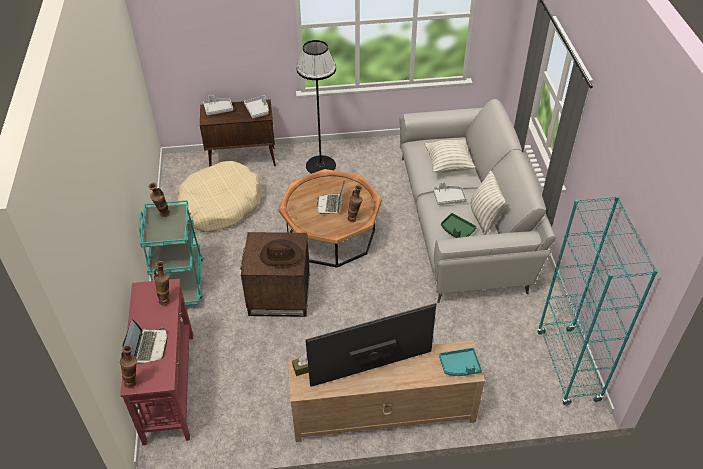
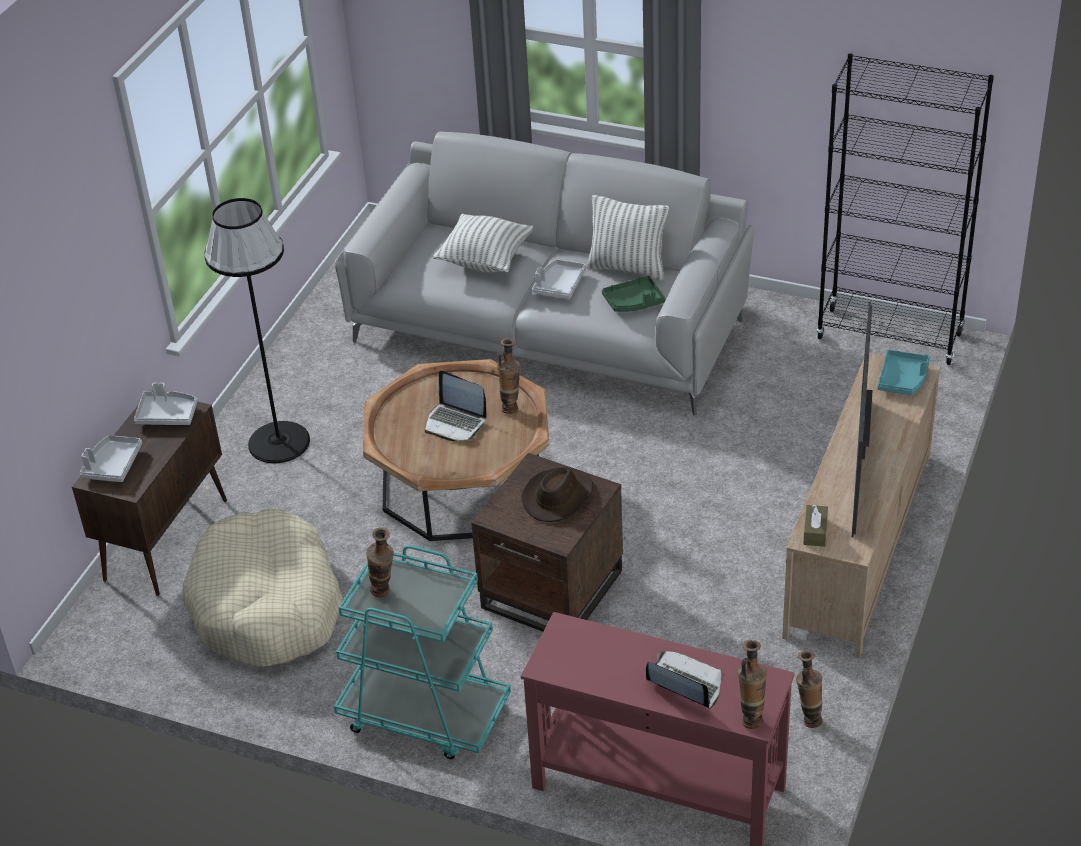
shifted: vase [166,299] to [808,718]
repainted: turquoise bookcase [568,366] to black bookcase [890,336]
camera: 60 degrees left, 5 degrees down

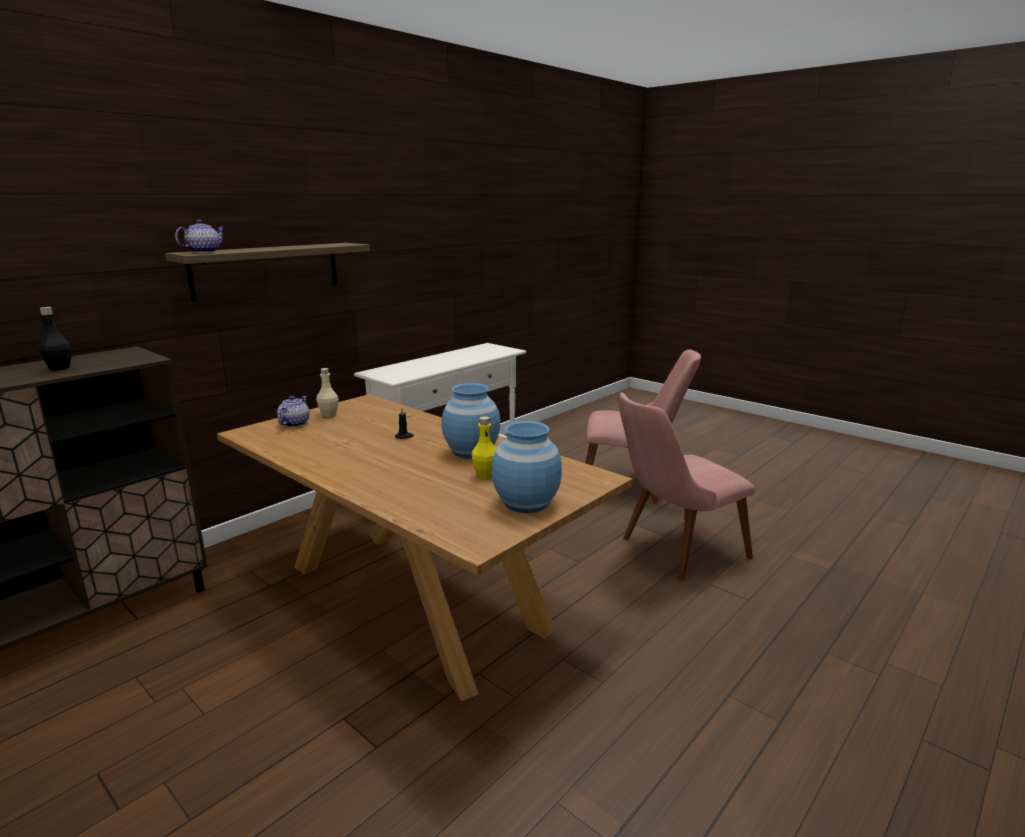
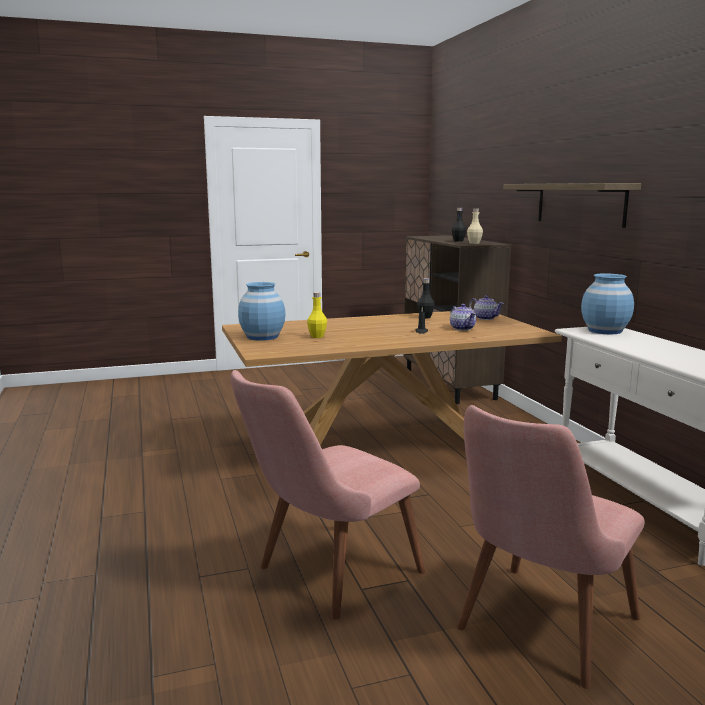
new: black bottle [425,317]
shifted: teapot [203,252] to [462,328]; beige bottle [328,414] to [474,243]; blue vase [471,452] to [604,331]
rotated: pink chair [673,551] = [325,577] 135 degrees counterclockwise
camera: 120 degrees right, 5 degrees down

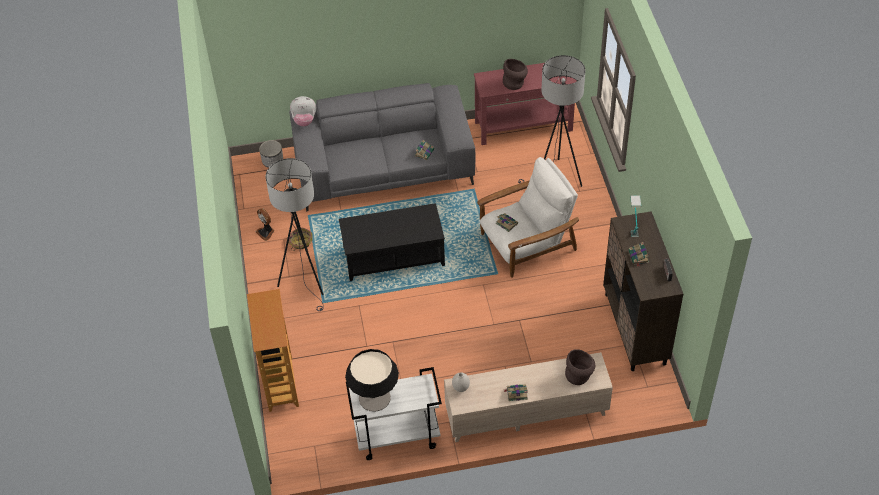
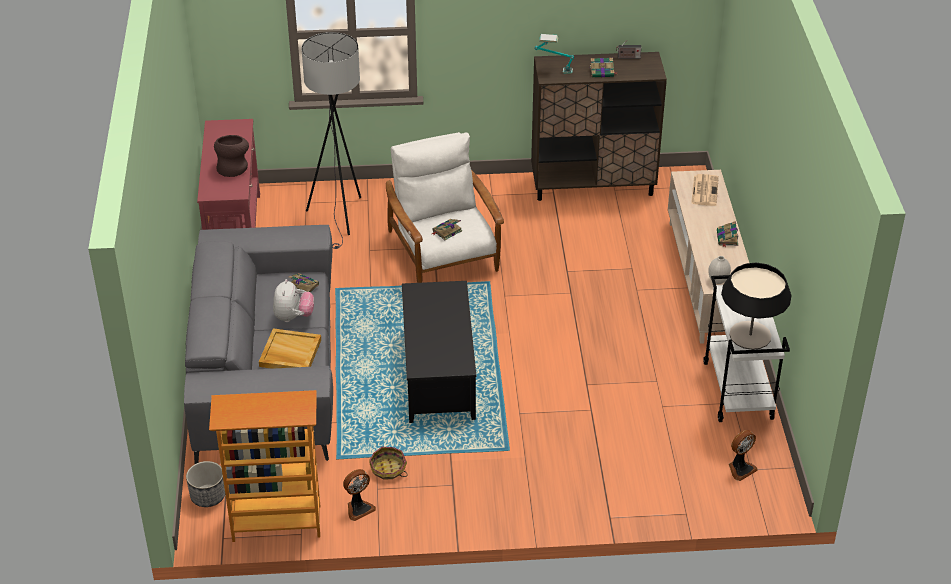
gone: grey floor lamp [306,282]
new: beige tray [289,353]; fan [740,469]
shifted: bookcase [280,384] to [276,524]; plush toy [304,120] to [293,317]
swapped: brown vase [579,376] to newspaper [704,190]
camera: 85 degrees left, 10 degrees down

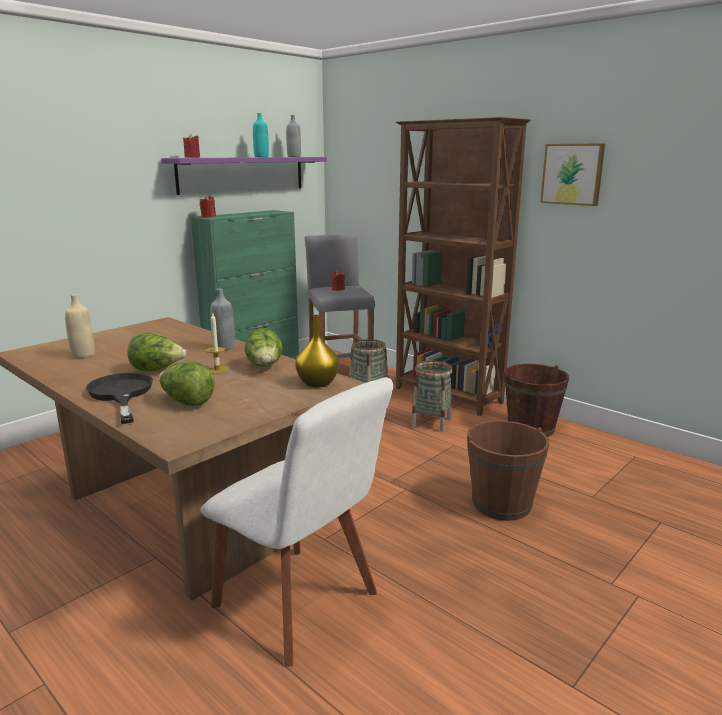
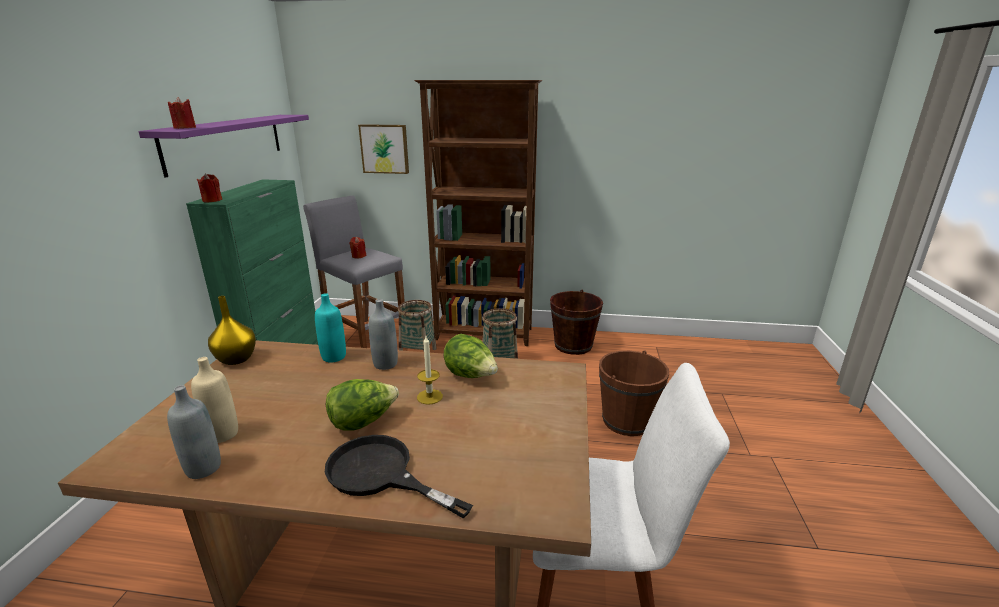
gone: lettuce [187,402]
shifted: turquoise bottle [261,157] to [334,357]; grey bottle [294,156] to [203,468]; yellow vase [318,383] to [237,359]; picture [572,174] to [385,149]
camera: 35 degrees left, 5 degrees up

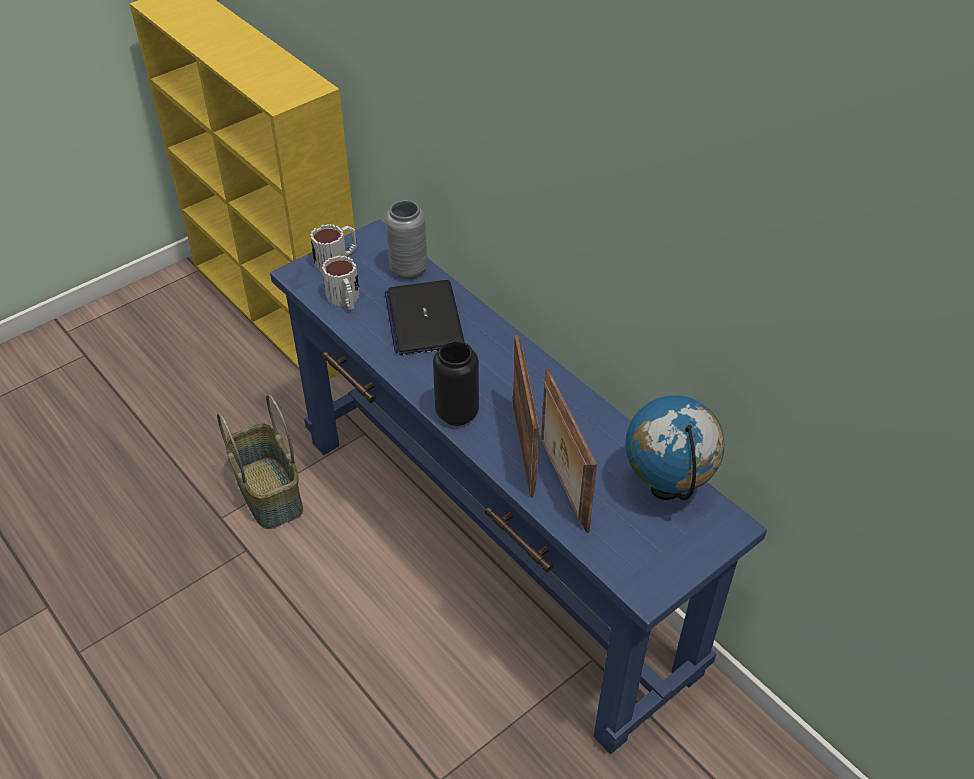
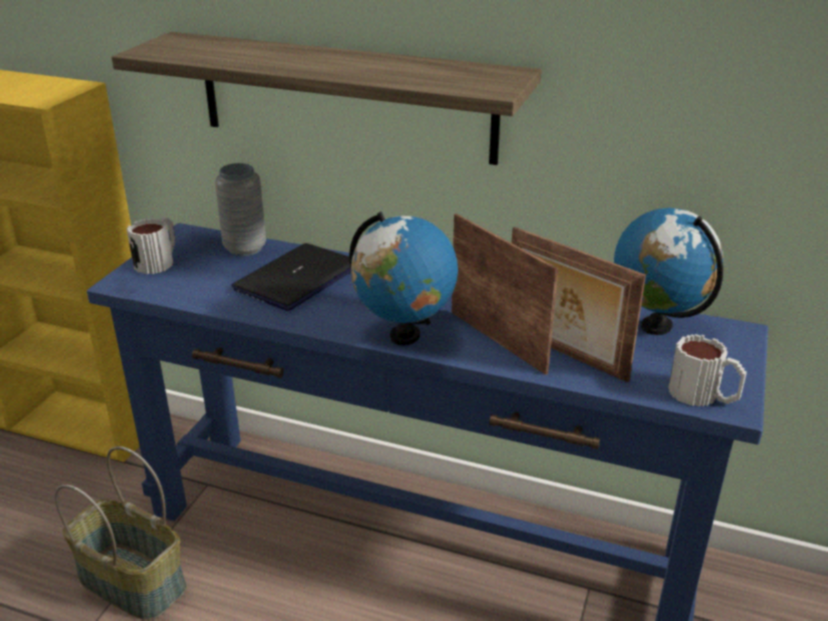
new: shelf [345,97]
shifted: mug [345,300] to [703,396]
swapped: black vase [457,413] to globe [404,336]
rotated: laptop [424,319] = [297,278] 75 degrees clockwise
camera: 30 degrees left, 15 degrees down

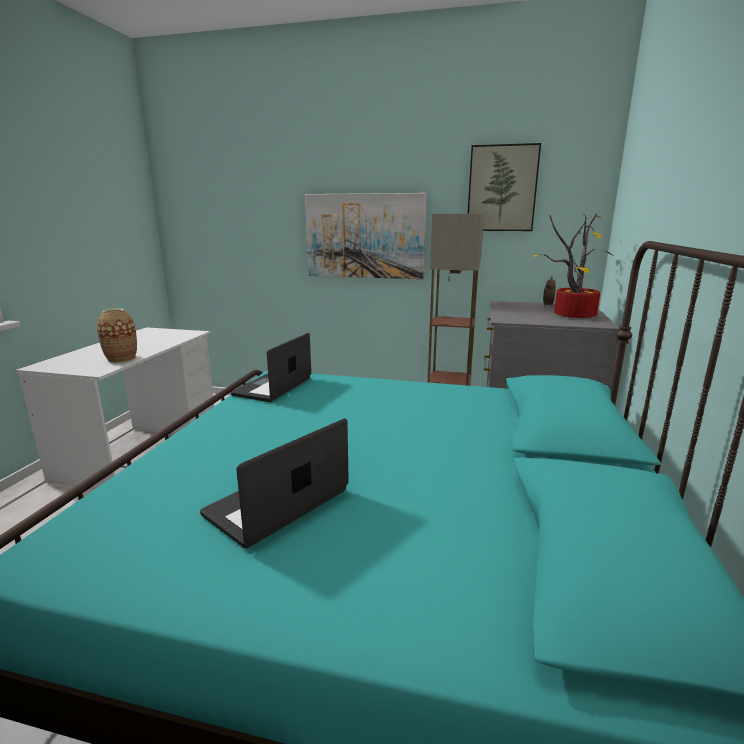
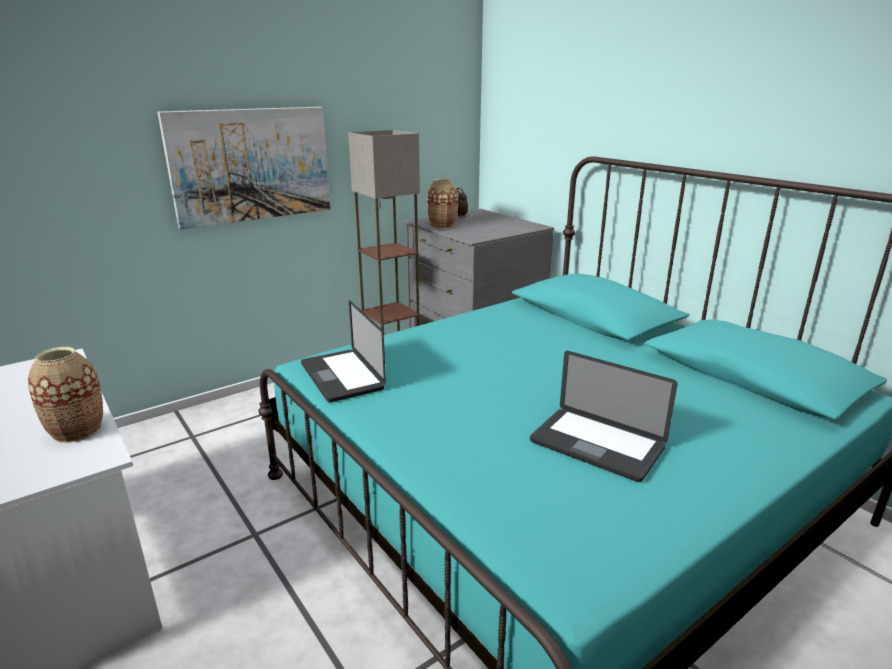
gone: picture [502,189]; potted plant [573,315]
new: vase [442,226]
rotated: laptop [277,503] = [596,445] 45 degrees counterclockwise
camera: 50 degrees left, 5 degrees up

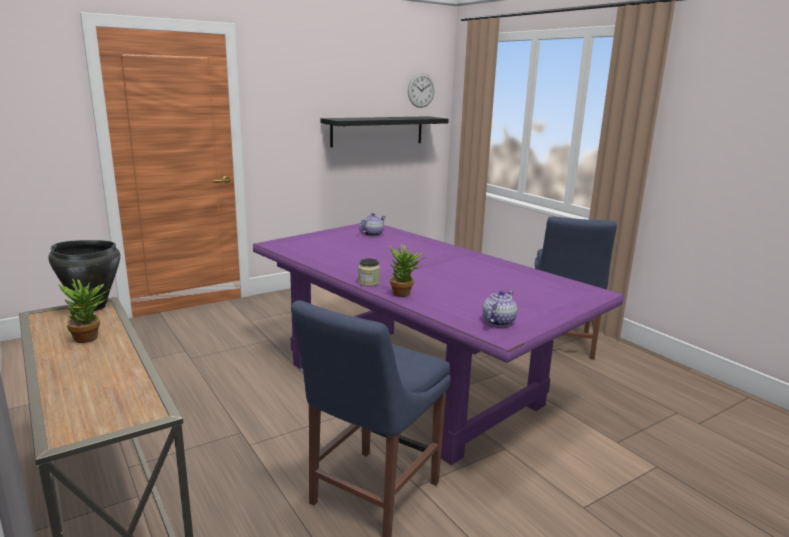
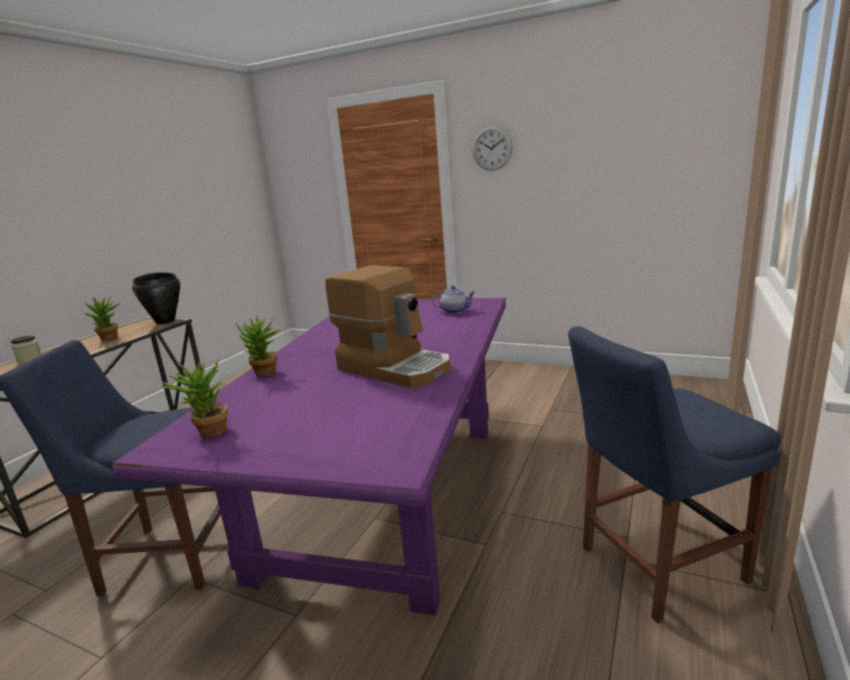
gone: black shelf [377,131]
new: coffee machine [395,367]
shifted: jar [368,282] to [29,359]; wall clock [421,90] to [492,148]
swapped: teapot [498,321] to potted plant [208,434]
camera: 60 degrees right, 0 degrees up

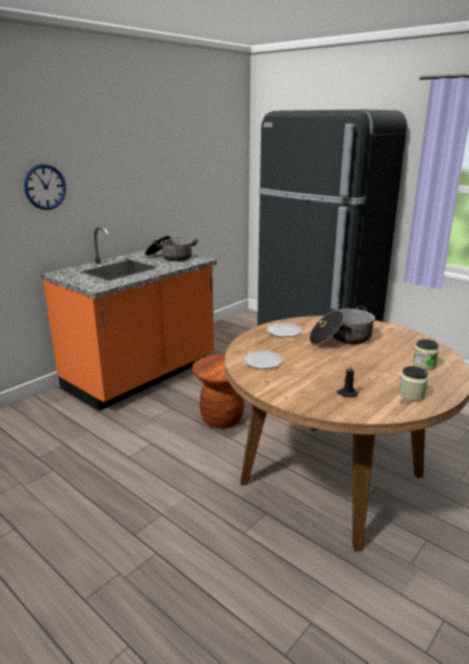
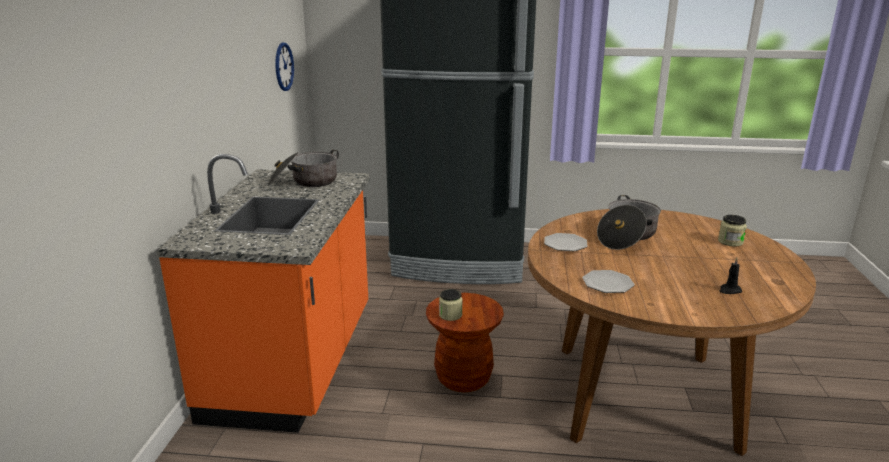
shifted: wall clock [45,187] to [284,66]; jar [411,395] to [450,315]
camera: 35 degrees left, 0 degrees up

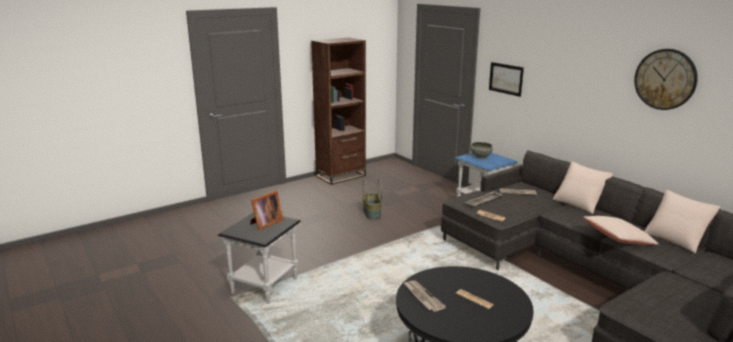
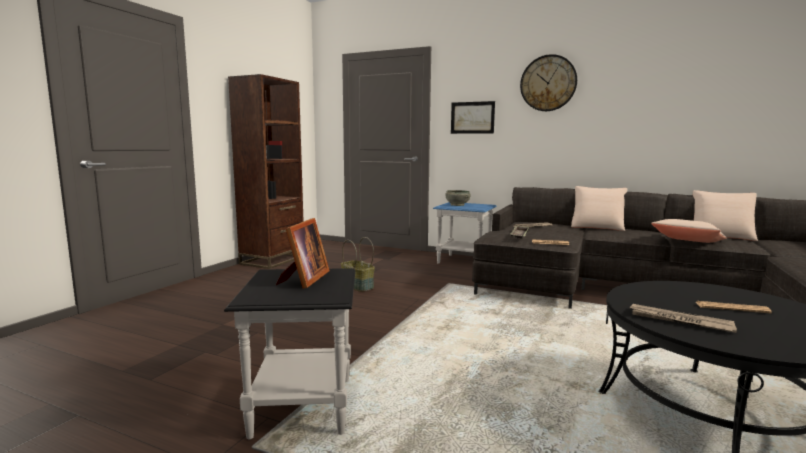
shifted: wall clock [665,79] to [548,83]
camera: 30 degrees left, 10 degrees down

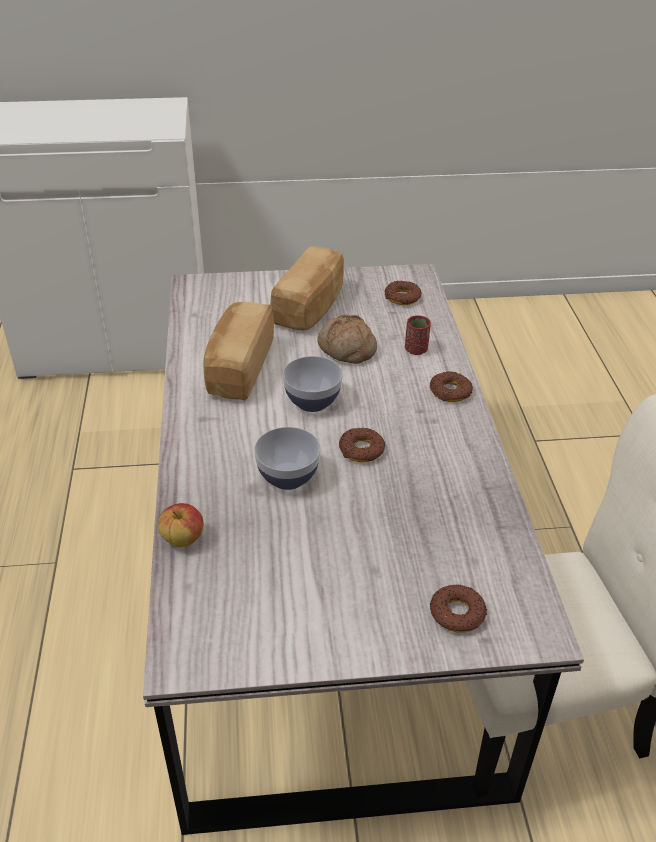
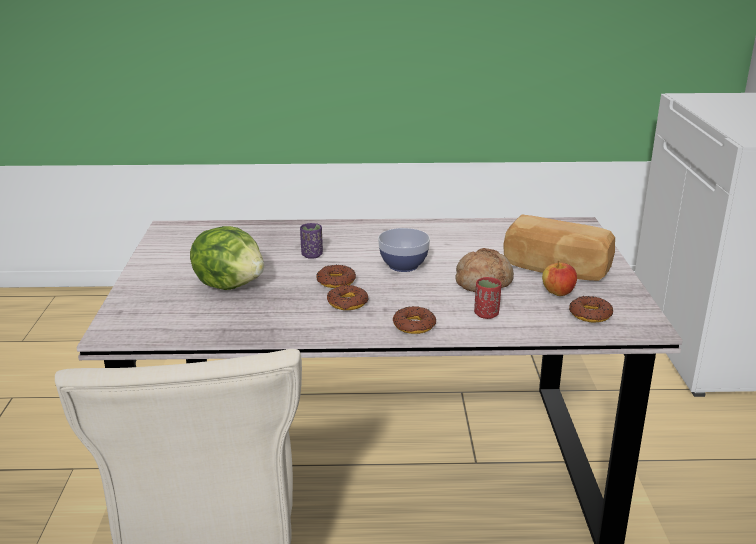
gone: bread [238,368]
new: lettuce [230,284]
shifted: apple [183,539] to [558,293]; donut [457,613] to [347,303]
swapped: bowl [287,477] to purple cup [312,255]
camera: 95 degrees right, 15 degrees down

